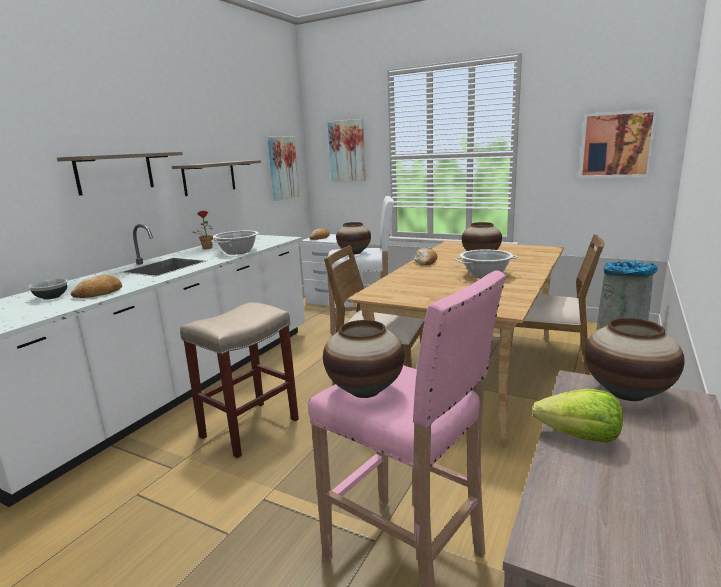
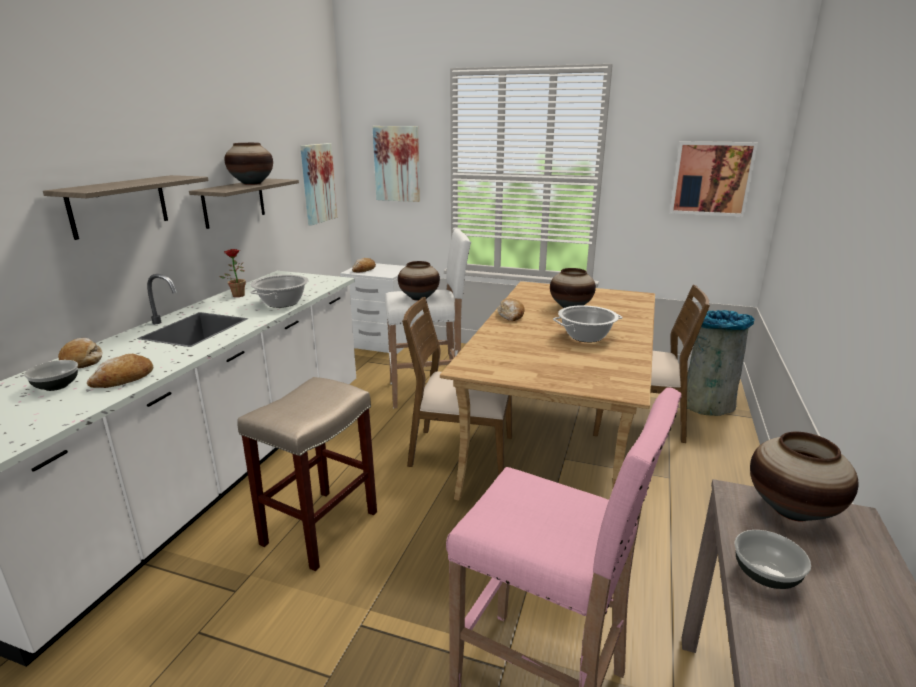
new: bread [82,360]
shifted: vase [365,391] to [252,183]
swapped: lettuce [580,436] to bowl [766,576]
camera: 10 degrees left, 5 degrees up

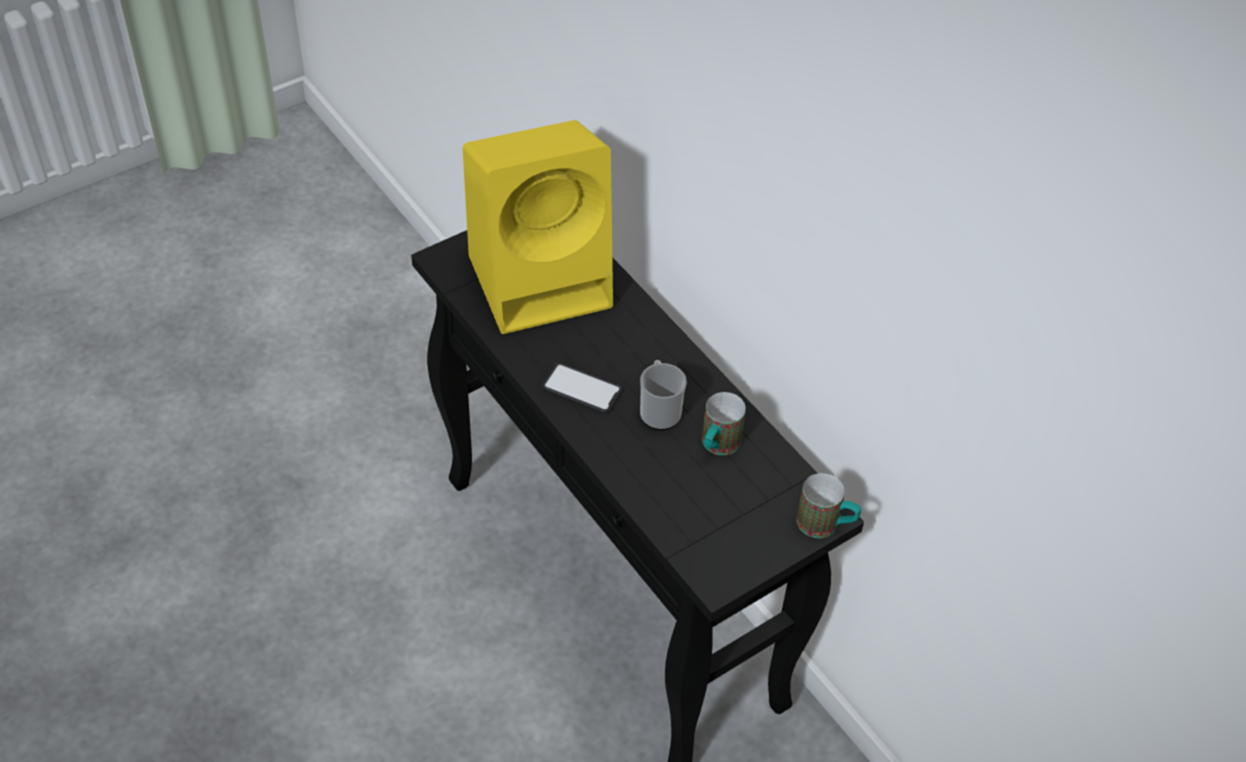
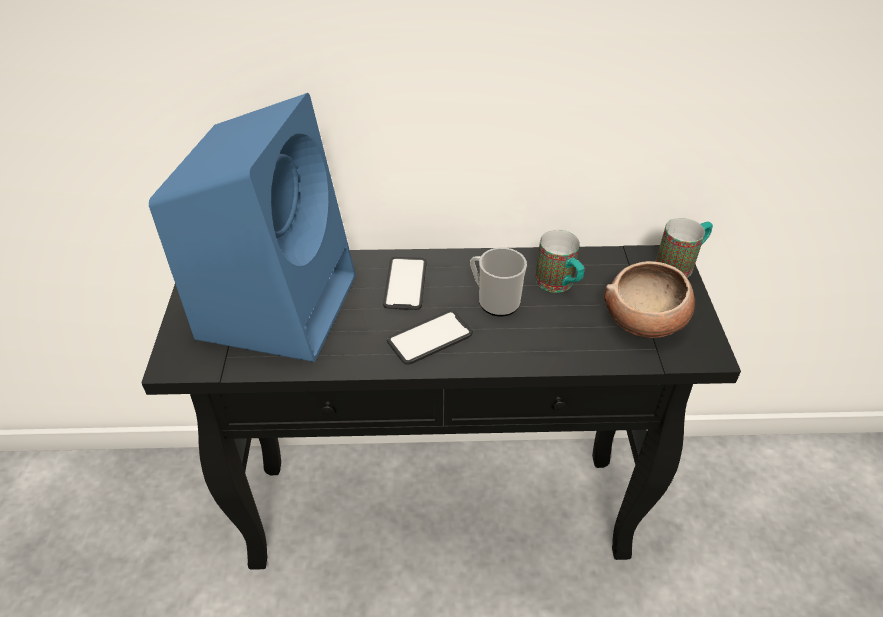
new: phone [405,284]; bowl [645,320]
repainted: yellow speaker [543,279] to blue speaker [279,303]
camera: 55 degrees left, 5 degrees down

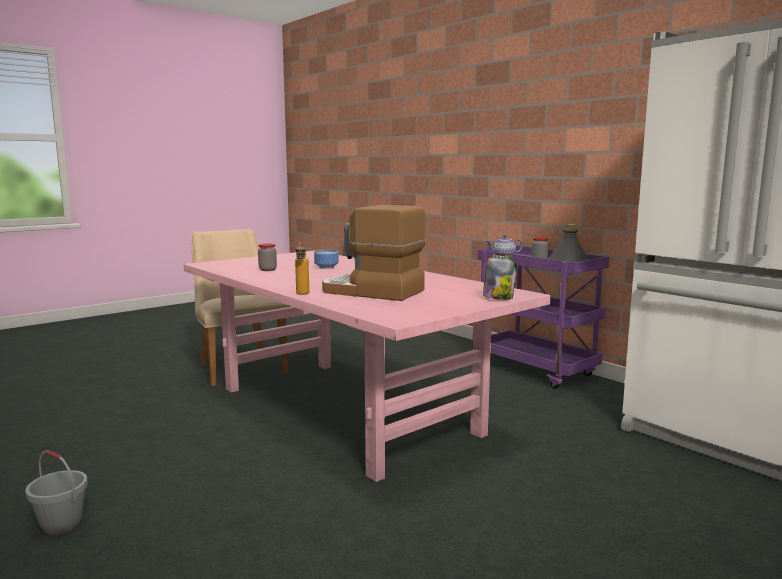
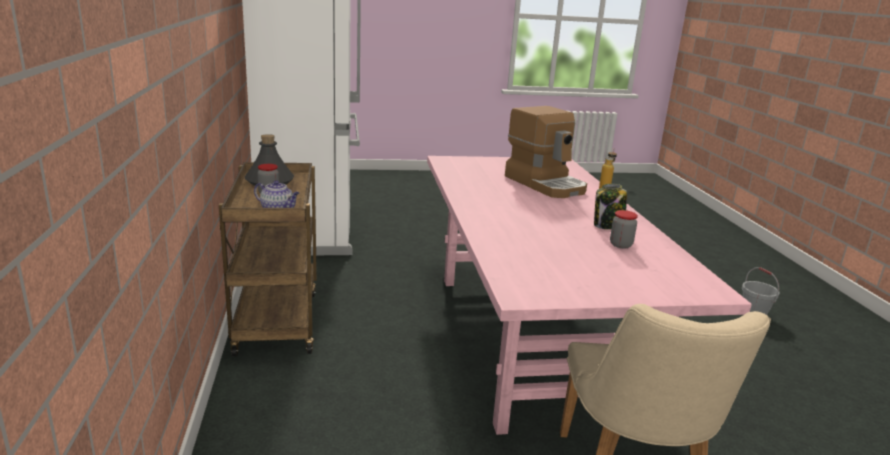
gone: bowl [325,267]
shifted: jar [498,297] to [608,226]
repainted: purple cart [536,371] to brown cart [276,320]
camera: 150 degrees left, 10 degrees up

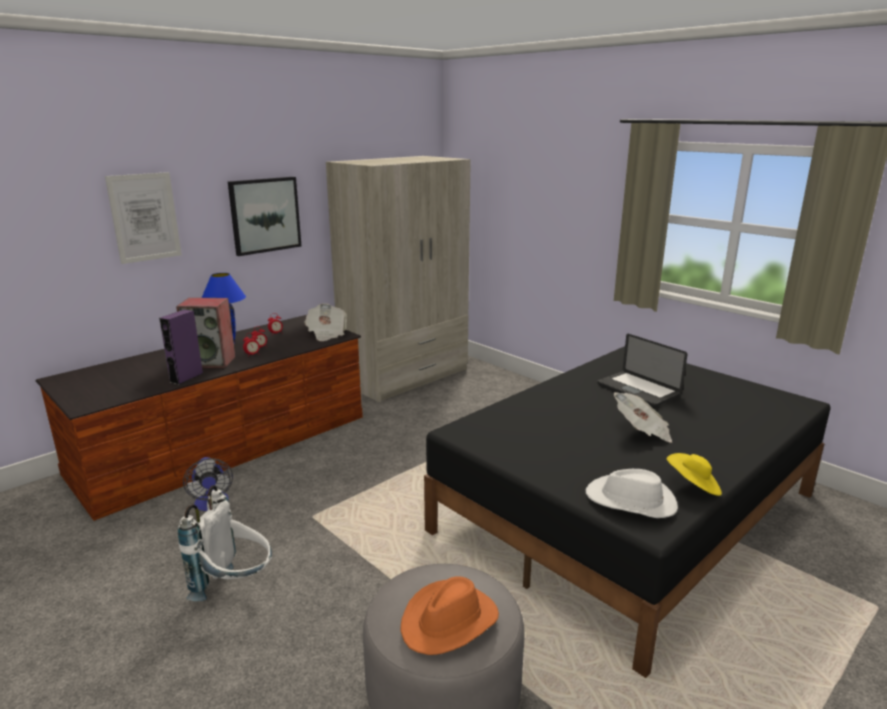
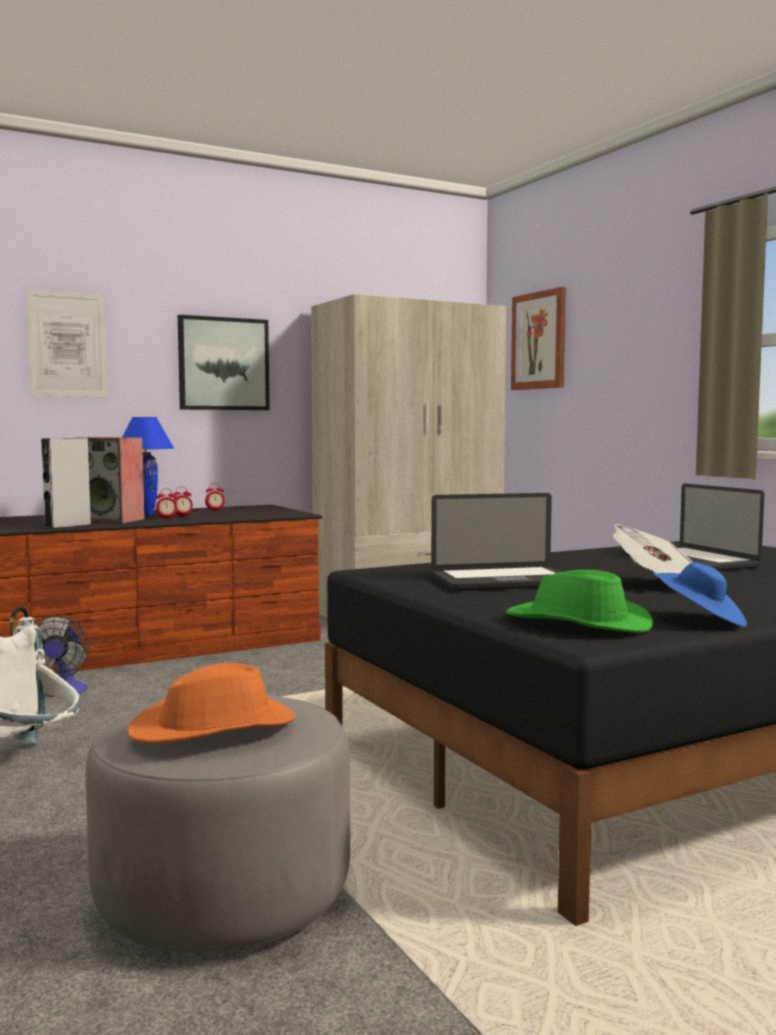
gone: newspaper [326,333]
new: laptop [503,582]; picture [539,341]
repainted: purple speaker [186,377] to grey speaker [68,526]; white hat [631,501] to green hat [577,623]; yellow hat [693,486] to blue hat [700,620]
camera: 15 degrees right, 15 degrees down

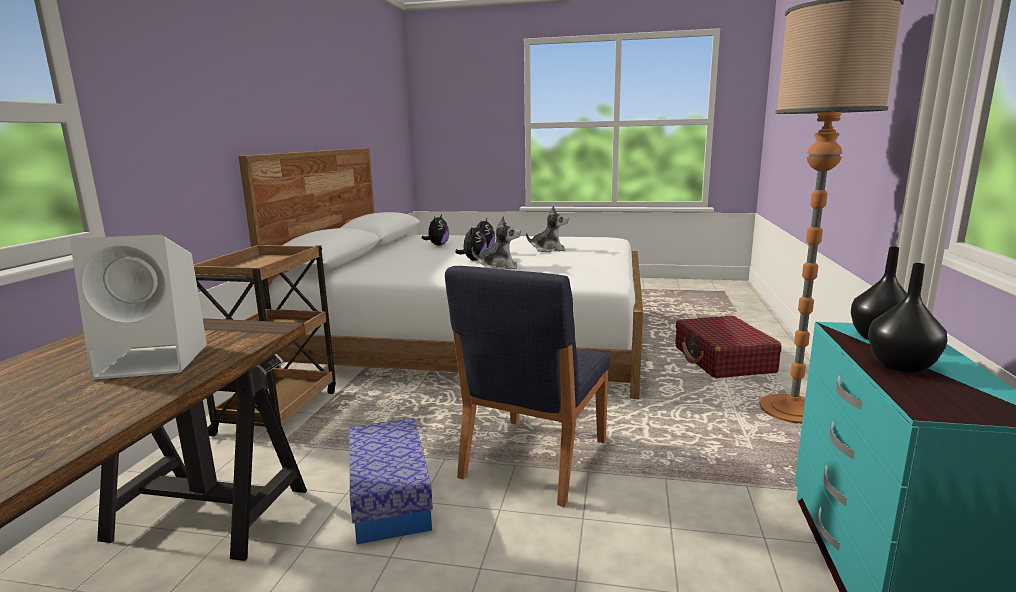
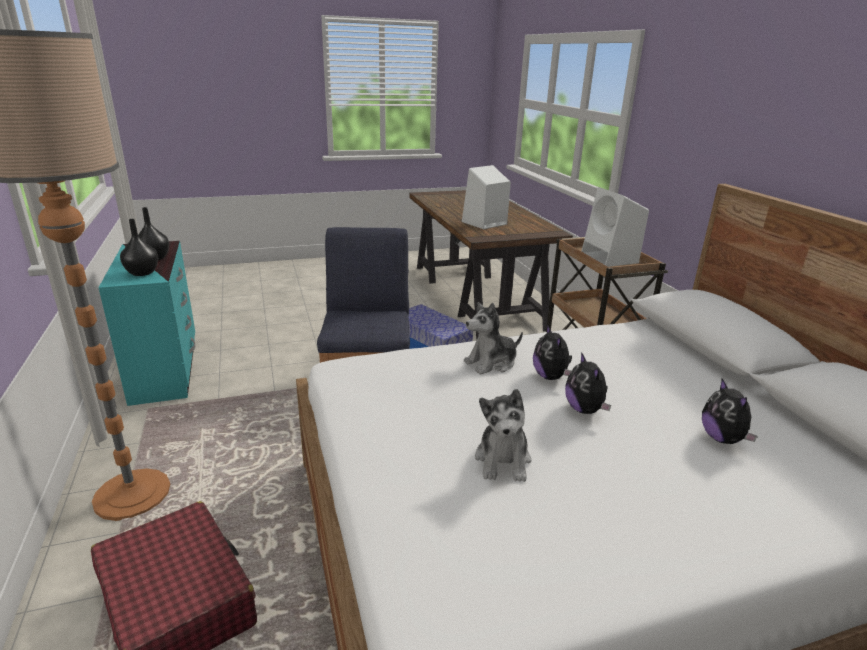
new: white speaker [610,259]
rotated: plush toy [549,249] = [503,460] 60 degrees counterclockwise
camera: 150 degrees right, 10 degrees up

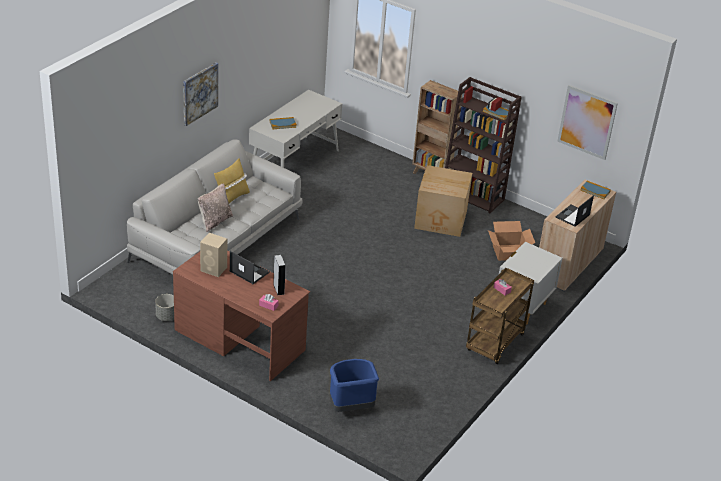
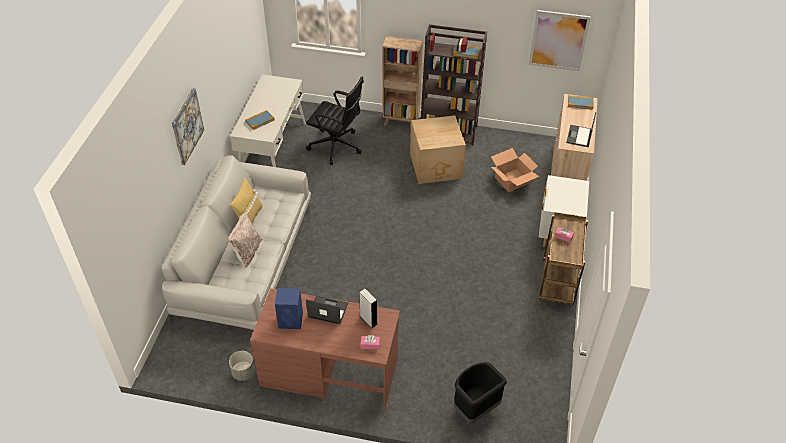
new: black office chair [337,146]
repainted: beige speaker [214,269] to blue speaker [291,320]; blue trash can [350,407] to black trash can [475,408]
camera: 20 degrees left, 10 degrees up

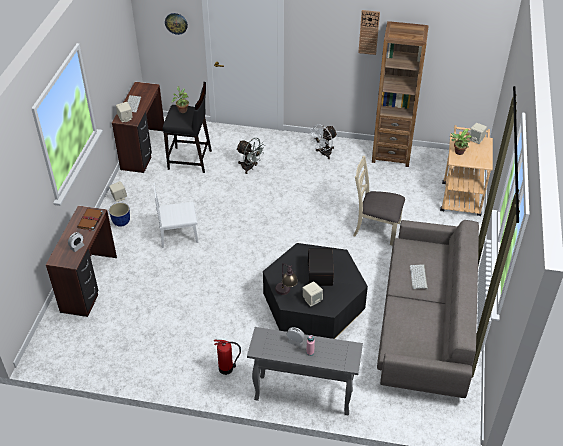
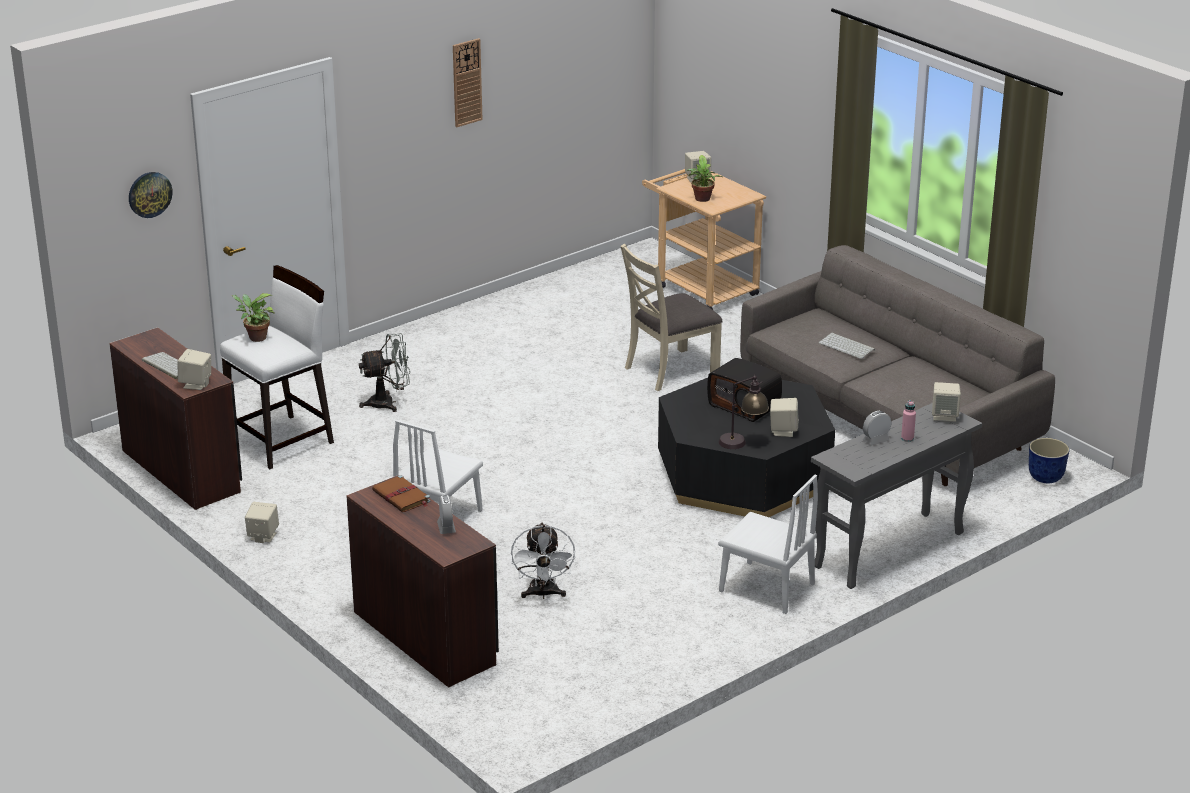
gone: brown bookcase [391,155]
new: beige speaker [944,416]
shifted: planter [121,222] to [1045,478]; white fan [323,154] to [543,594]
swapped: fire extinguisher [227,368] to white chair [766,587]
repainted: black stool [190,160] to white stool [282,442]
camera: 50 degrees left, 15 degrees down

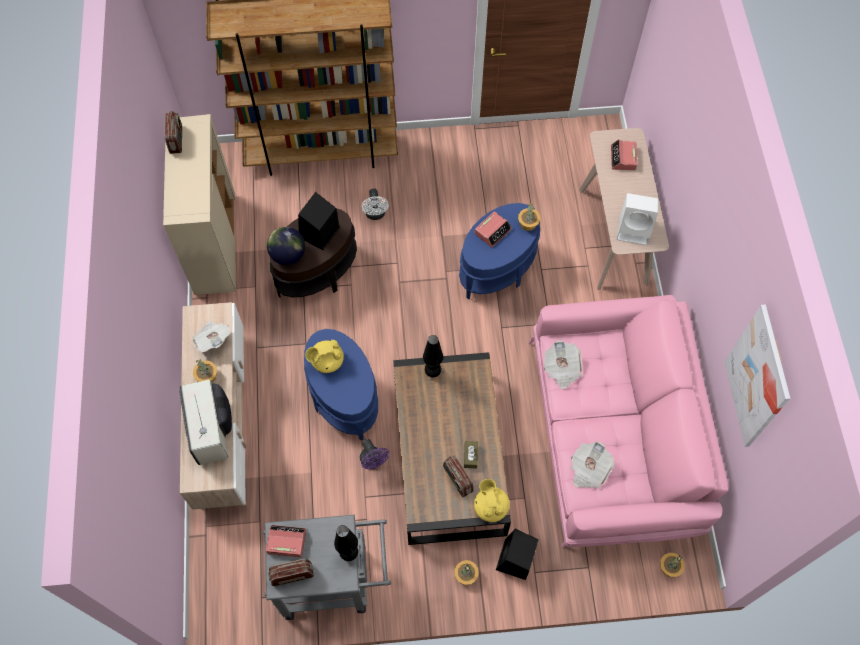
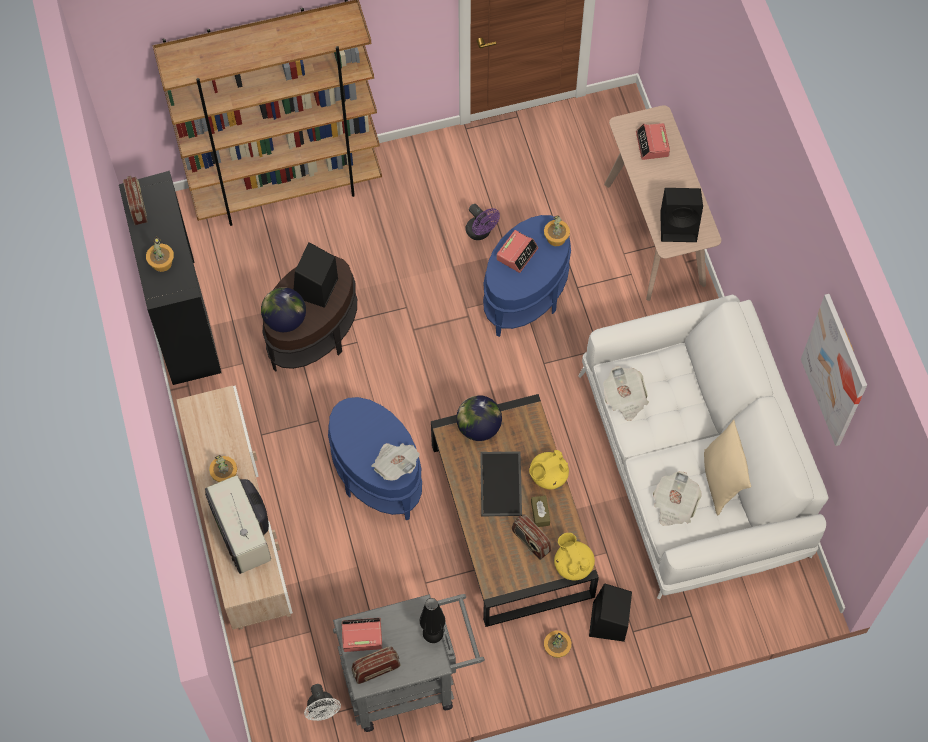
new: tray [502,484]; beige pillow [721,481]
shifted: newspaper [213,339] to [395,464]; yellow teapot [326,361] to [548,476]; purple fan [373,462] to [481,233]; white fan [375,215] to [323,711]; potted plant [669,567] to [161,263]
swapped: black table lamp [432,372] to globe [478,427]
repainted: beige cabinet [215,243] to black cabinet [182,319]; pink sofa [612,436] to white sofa [693,466]; white speaker [634,229] to black speaker [679,226]
camera: 10 degrees left, 0 degrees up

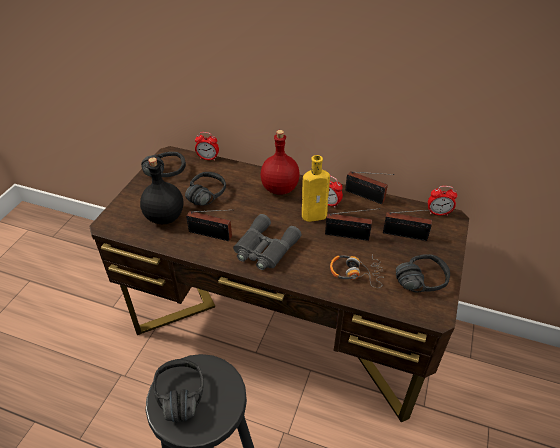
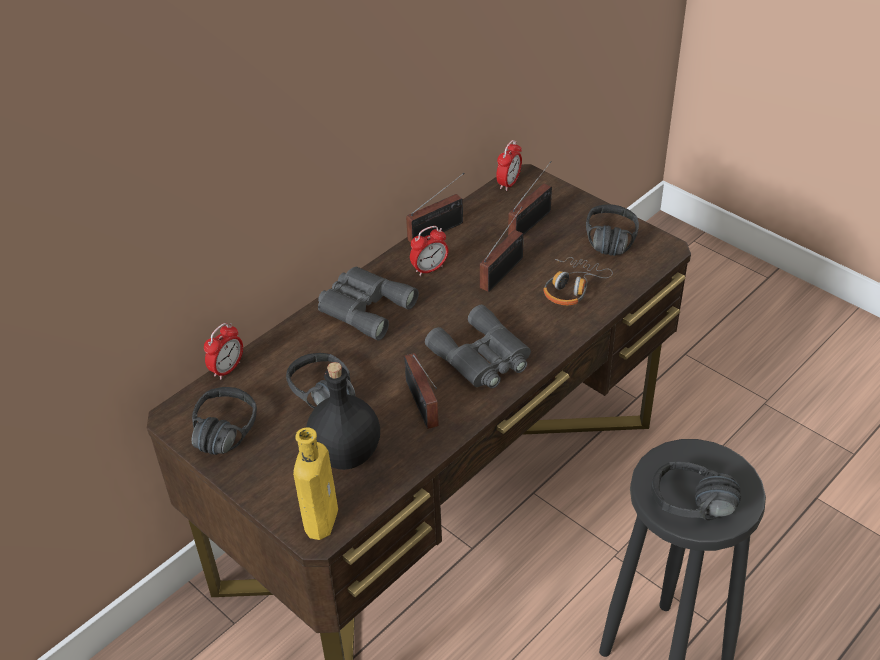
shifted: yellow bottle [316,215] to [322,517]
swapped: red bottle [280,188] to grey binoculars [363,307]
rotated: radio [212,235] = [422,406] 120 degrees clockwise
camera: 65 degrees left, 0 degrees up

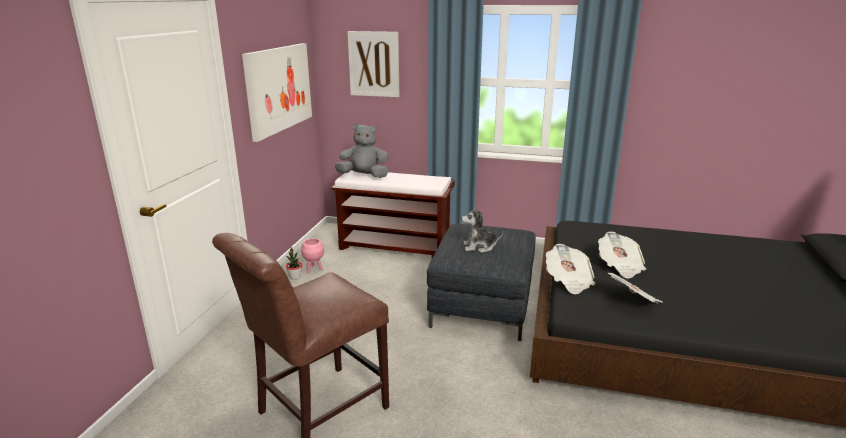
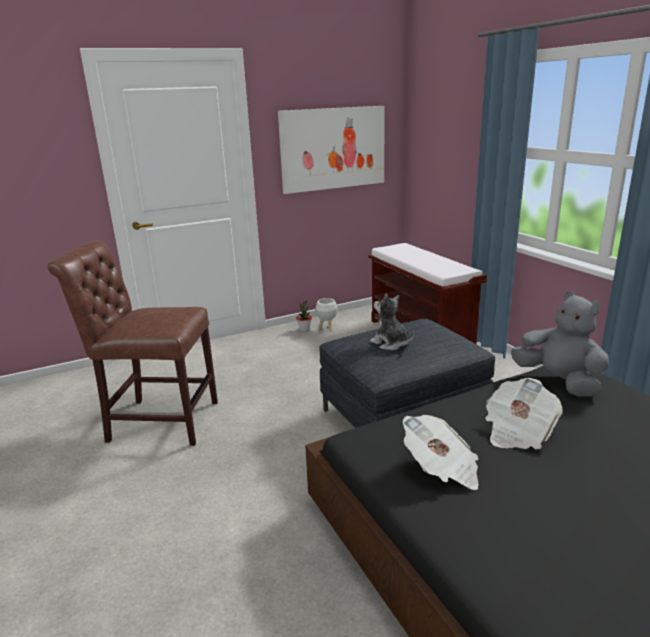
gone: picture [374,64]; newspaper [568,281]
shifted: grey plush toy [364,176] to [558,381]
repainted: pink planter [314,269] to white planter [327,329]
camera: 50 degrees right, 0 degrees up

